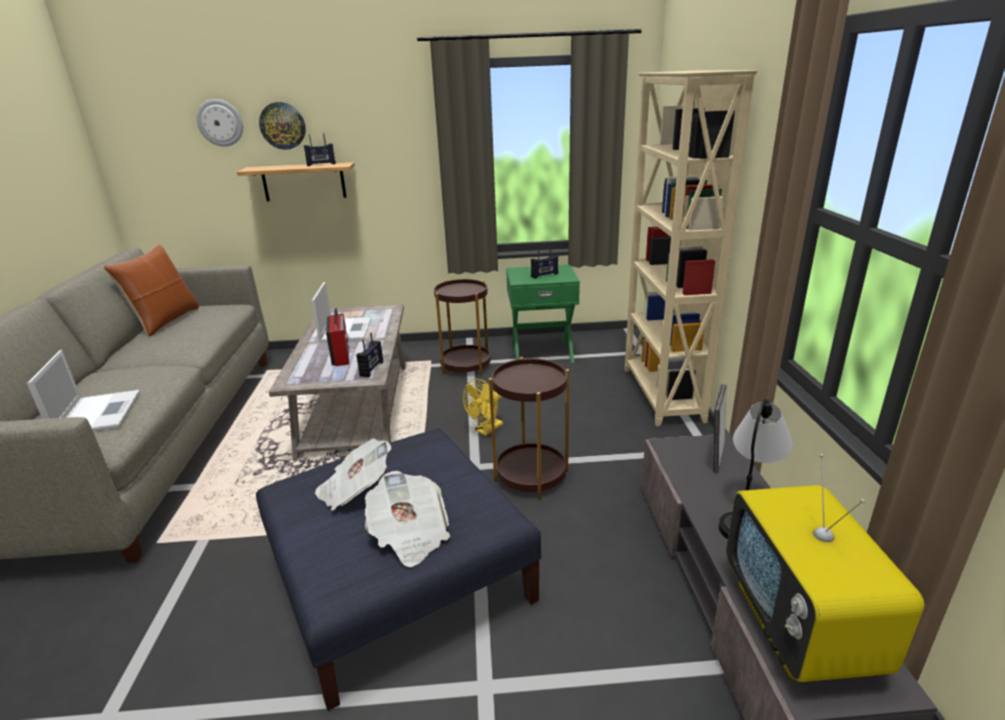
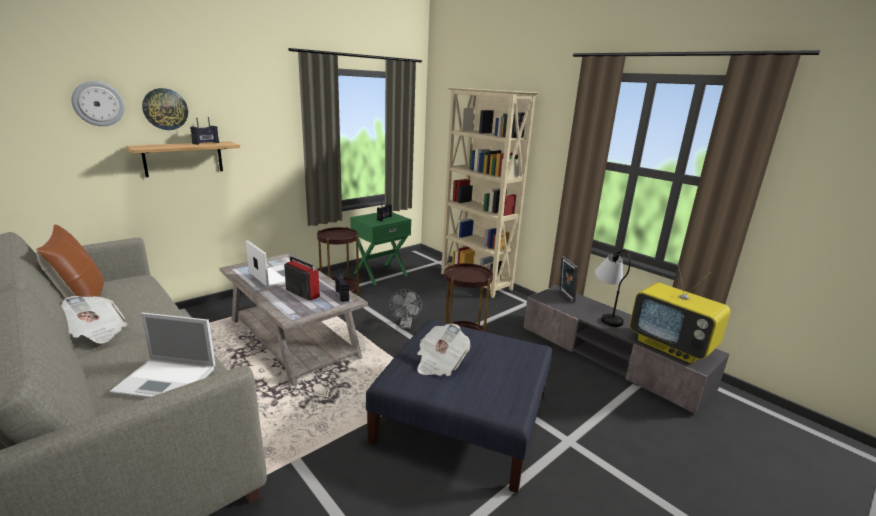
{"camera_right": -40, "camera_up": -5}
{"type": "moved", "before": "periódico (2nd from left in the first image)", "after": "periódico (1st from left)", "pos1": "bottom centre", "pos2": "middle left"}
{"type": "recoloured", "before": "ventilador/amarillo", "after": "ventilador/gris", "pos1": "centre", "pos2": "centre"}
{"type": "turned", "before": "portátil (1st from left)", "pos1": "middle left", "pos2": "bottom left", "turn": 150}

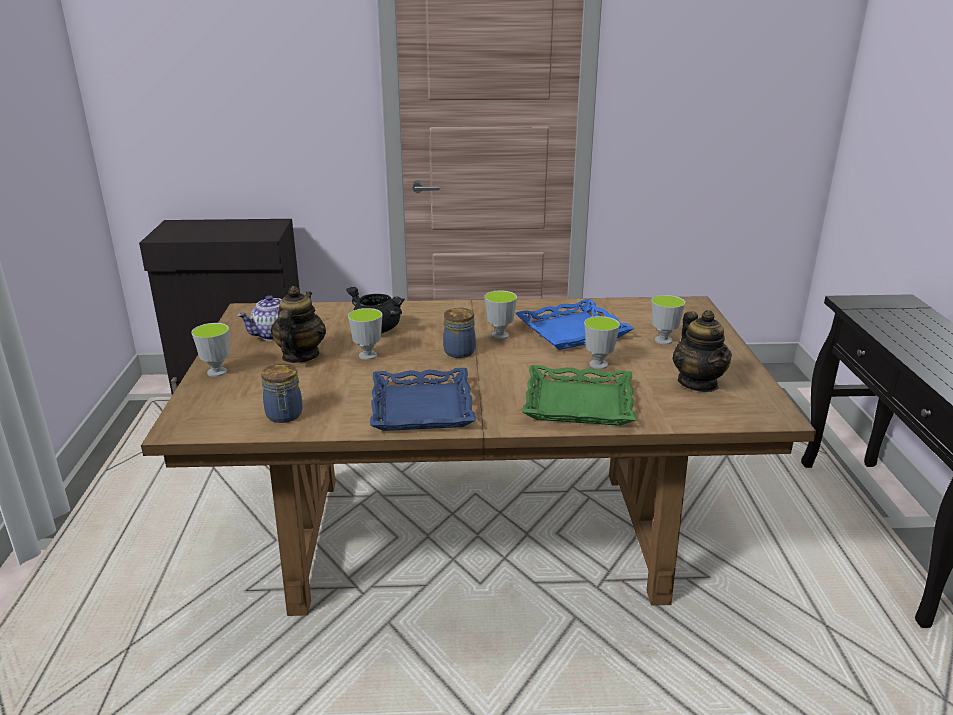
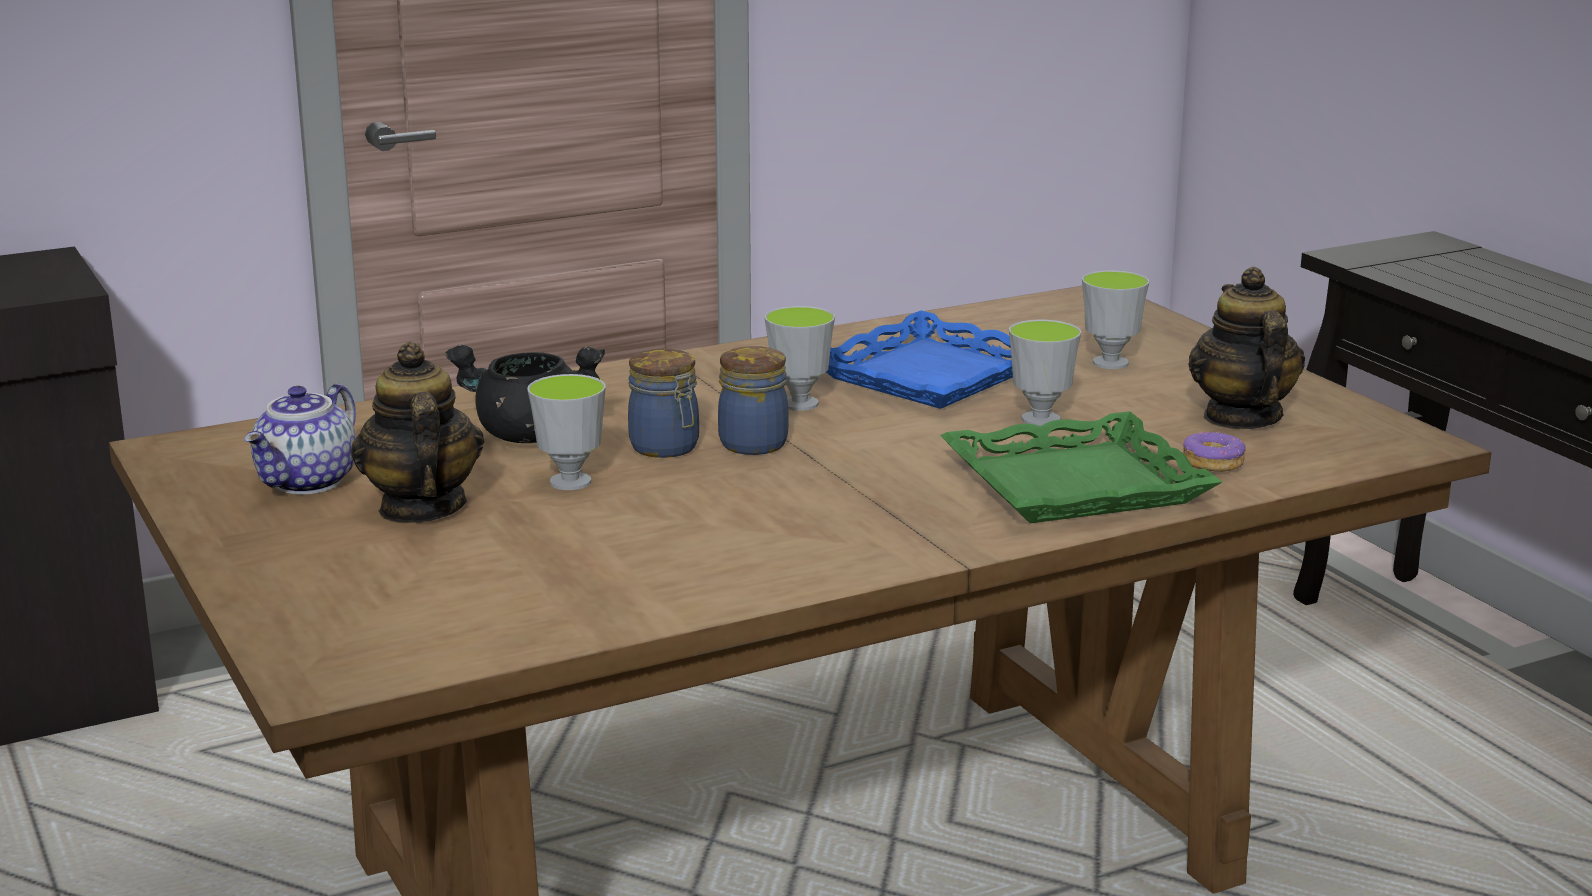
{"camera_right": -25, "camera_up": -5}
{"type": "removed", "before": "taza (1st from left)", "pos1": "middle left"}
{"type": "removed", "before": "bandeja/azul (1st from left)", "pos1": "centre"}
{"type": "added", "after": "rosquilla", "pos2": "middle right"}
{"type": "moved", "before": "tarro (1st from left)", "pos1": "middle left", "pos2": "centre"}
{"type": "turned", "before": "tetera (3rd from left)", "pos1": "middle right", "pos2": "middle right", "turn": -150}

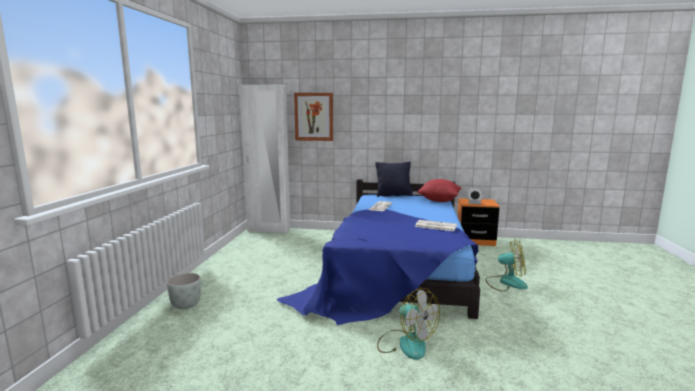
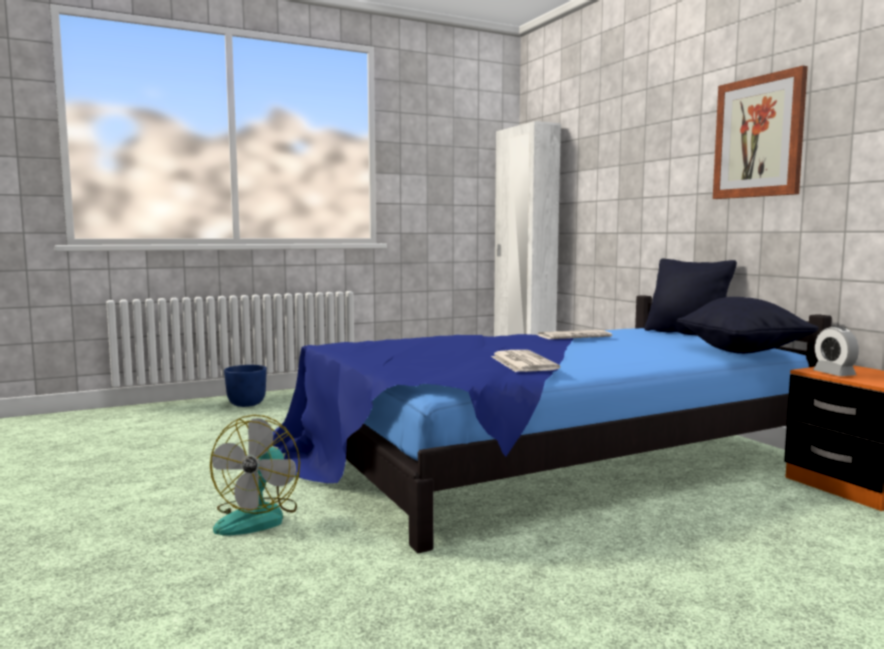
{"camera_right": 55, "camera_up": -5}
{"type": "removed", "before": "ventilador (2nd from left)", "pos1": "bottom right"}
{"type": "moved", "before": "cuadro", "pos1": "top centre", "pos2": "top right"}
{"type": "recoloured", "before": "maceta/gris", "after": "maceta/azul", "pos1": "bottom left", "pos2": "middle left"}
{"type": "recoloured", "before": "cojín/rojo", "after": "cojín/negro (2nd from left)", "pos1": "centre", "pos2": "middle right"}

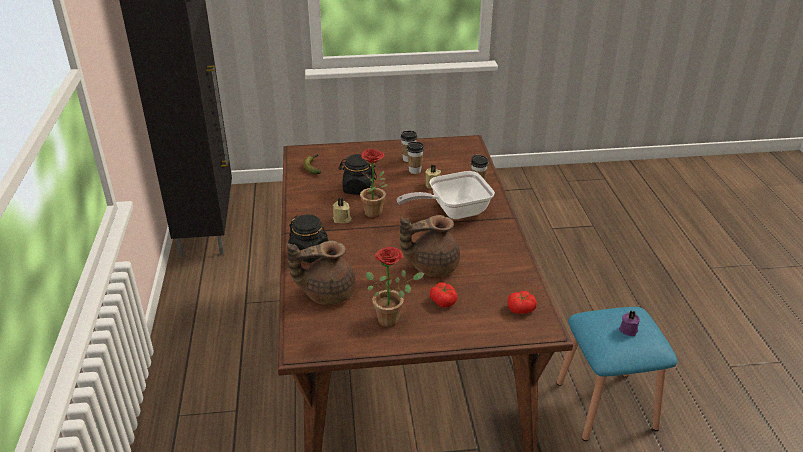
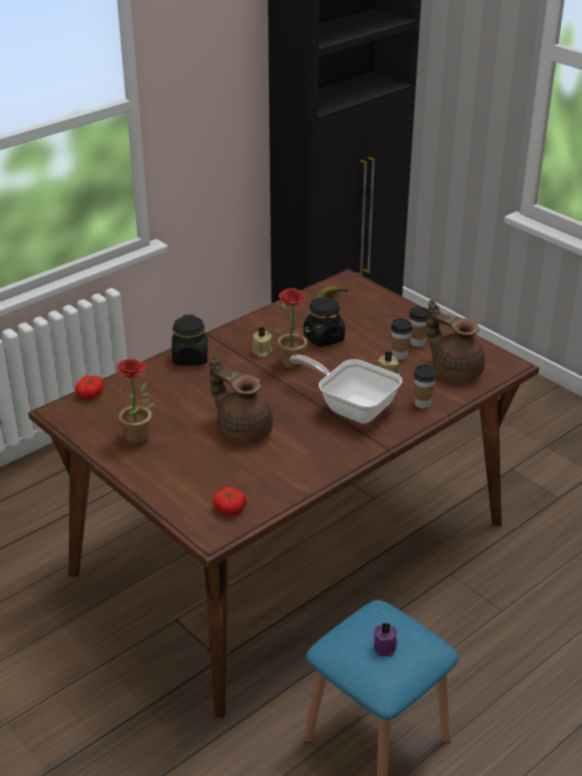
{"camera_right": 55, "camera_up": 0}
{"type": "moved", "before": "tetera/marrón (1st from left in the first image)", "after": "tetera/marrón (2nd from left)", "pos1": "centre", "pos2": "middle right"}
{"type": "moved", "before": "tomate (1st from left)", "pos1": "centre", "pos2": "middle left"}

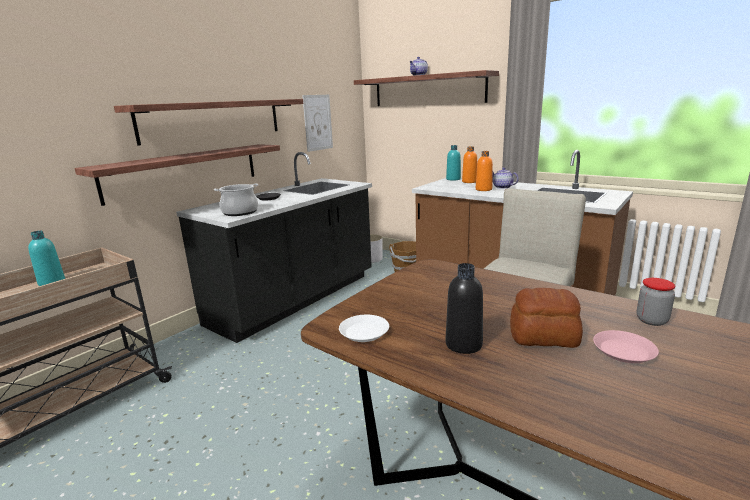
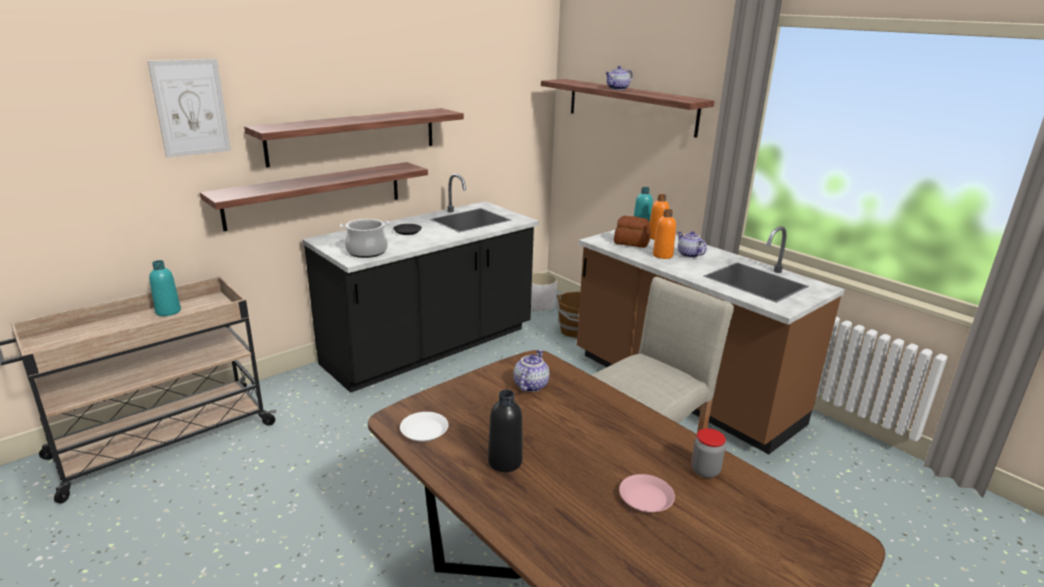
{"camera_right": 10, "camera_up": 5}
{"type": "added", "after": "tetera (1st from left)", "pos2": "centre"}
{"type": "moved", "before": "cuadro", "pos1": "top centre", "pos2": "top left"}
{"type": "moved", "before": "pan", "pos1": "middle right", "pos2": "centre"}

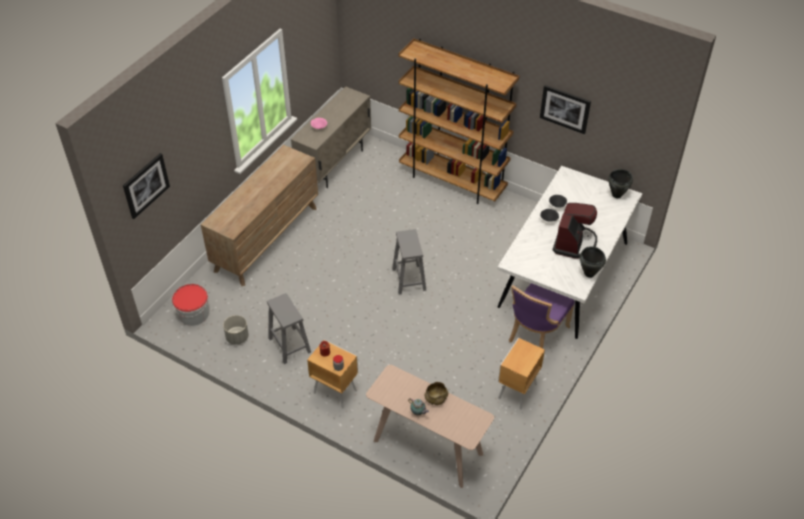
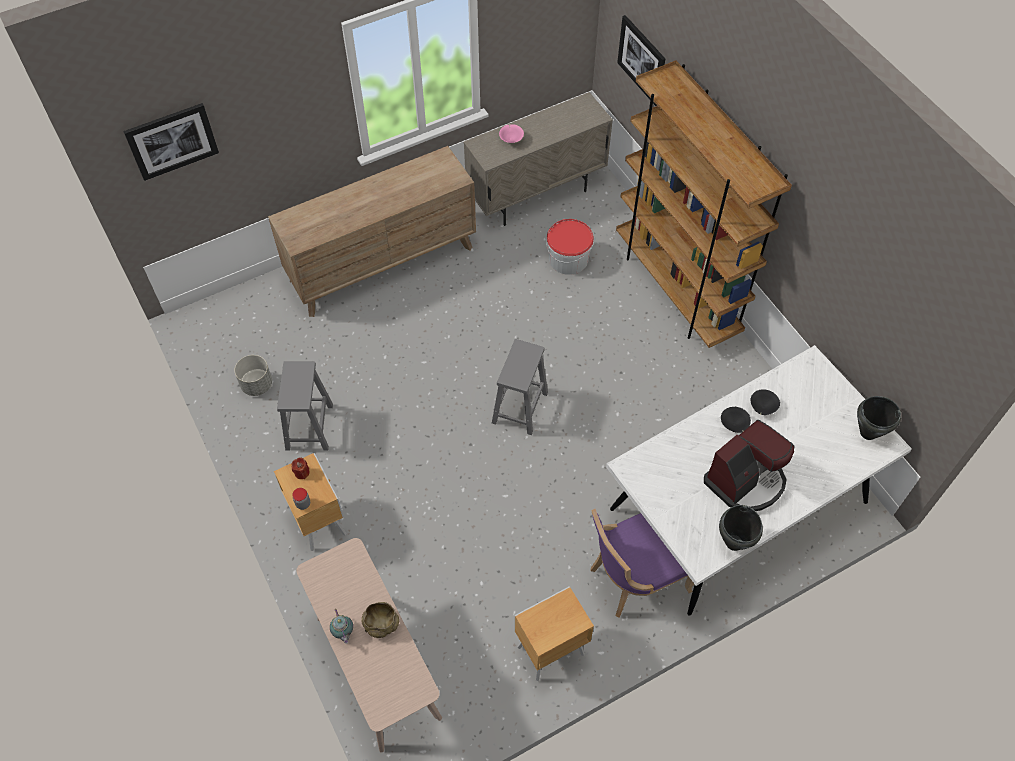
{"camera_right": 30, "camera_up": 10}
{"type": "moved", "before": "cubo", "pos1": "middle left", "pos2": "top centre"}
{"type": "moved", "before": "cuadro (2nd from left)", "pos1": "top right", "pos2": "top centre"}

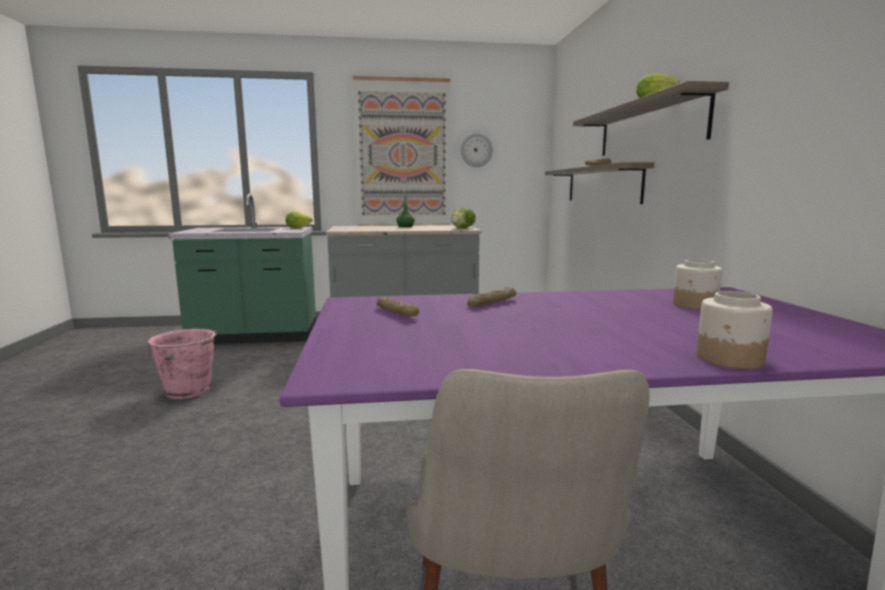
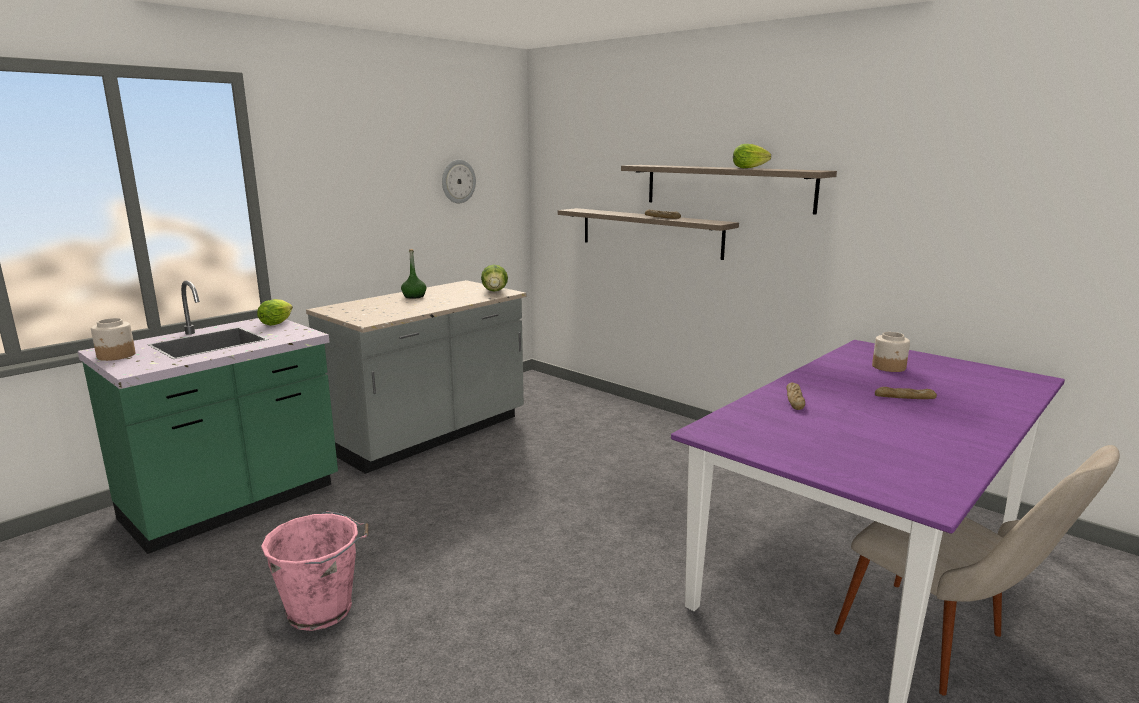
{"camera_right": -40, "camera_up": 5}
{"type": "removed", "before": "cuadro", "pos1": "top centre"}
{"type": "moved", "before": "pan (1st from left in the first image)", "after": "pan (3rd from left)", "pos1": "centre", "pos2": "middle right"}
{"type": "moved", "before": "tarro (2nd from left in the first image)", "after": "tarro (1st from left)", "pos1": "middle right", "pos2": "middle left"}

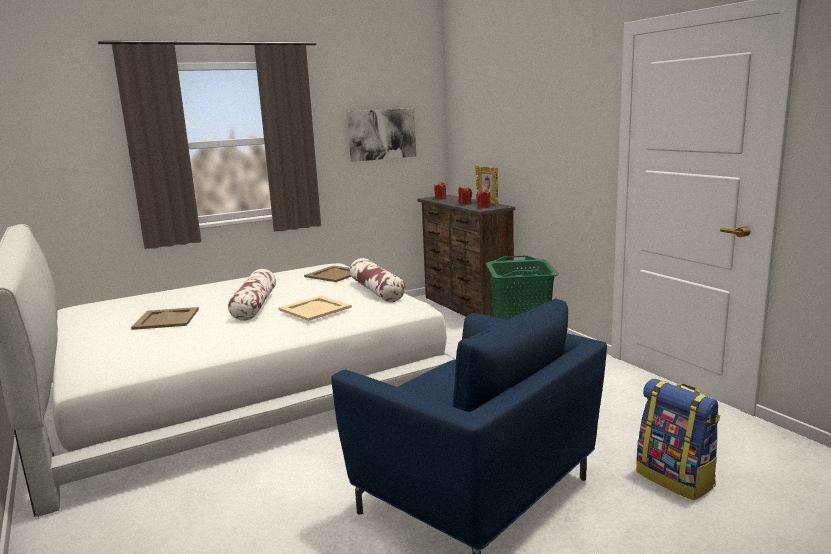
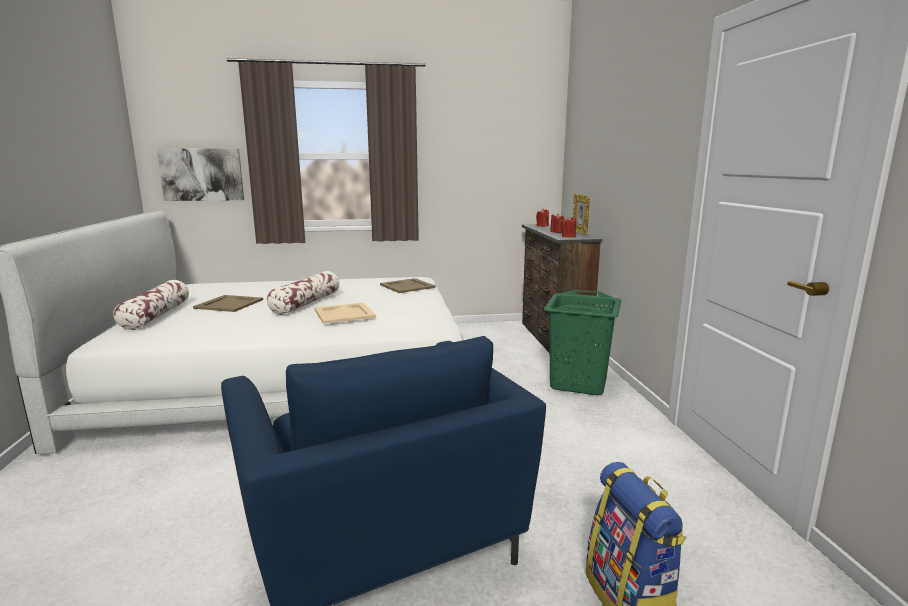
{"camera_right": 20, "camera_up": 0}
{"type": "moved", "before": "cuadro", "pos1": "top centre", "pos2": "top left"}
{"type": "moved", "before": "cojín (2nd from left in the first image)", "after": "cojín (1st from left)", "pos1": "centre", "pos2": "middle left"}

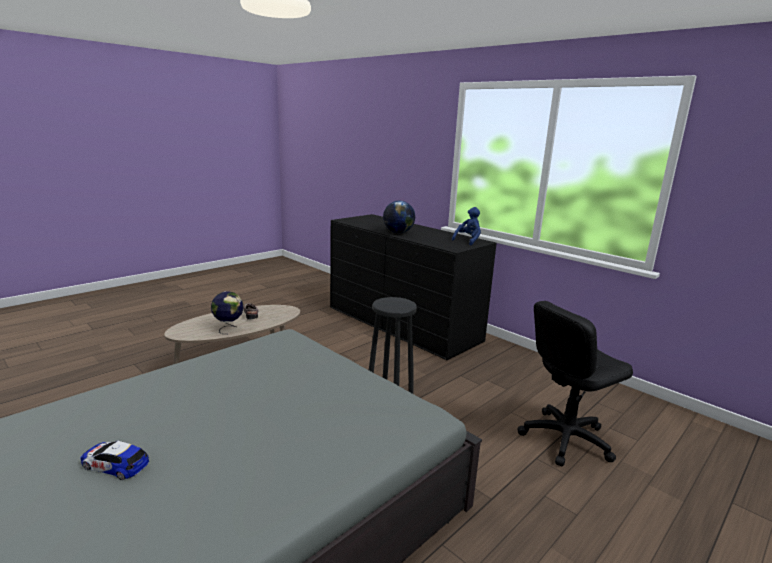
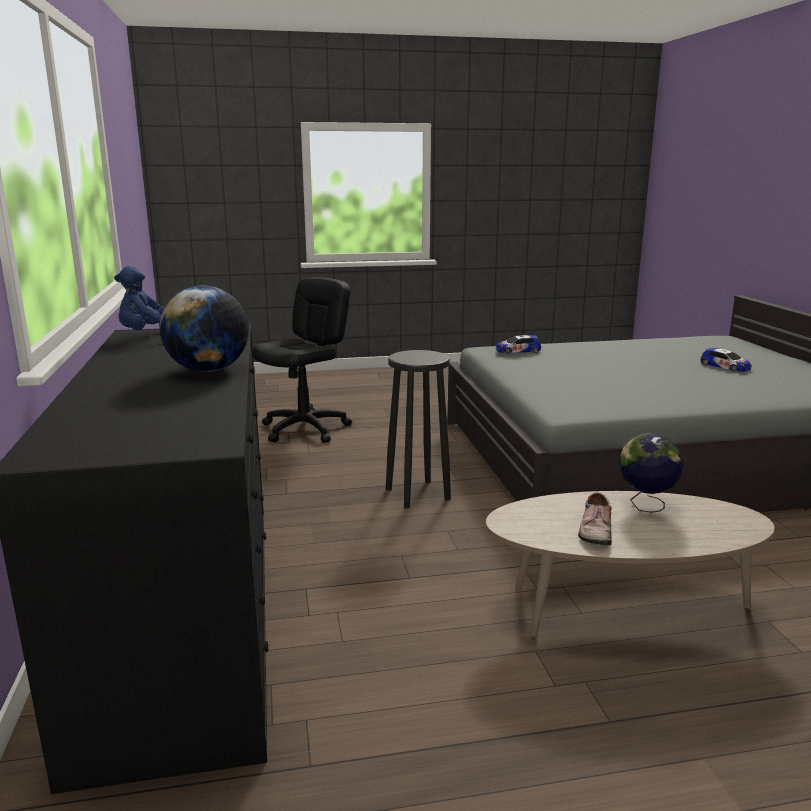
{"camera_right": -145, "camera_up": 0}
{"type": "added", "after": "coche de juguete (1st from left)", "pos2": "centre"}
{"type": "turned", "before": "silla de oficina/negro", "pos1": "bottom right", "pos2": "centre", "turn": -60}

